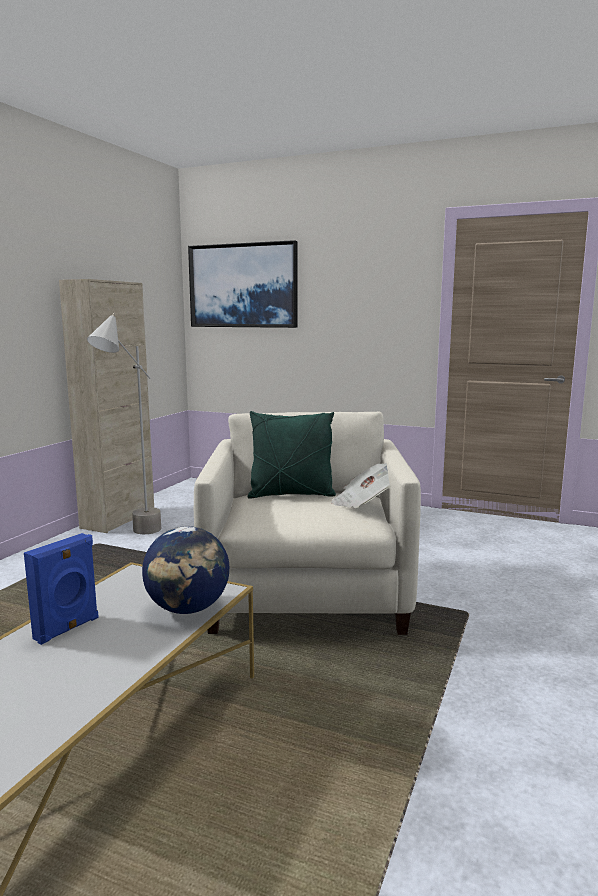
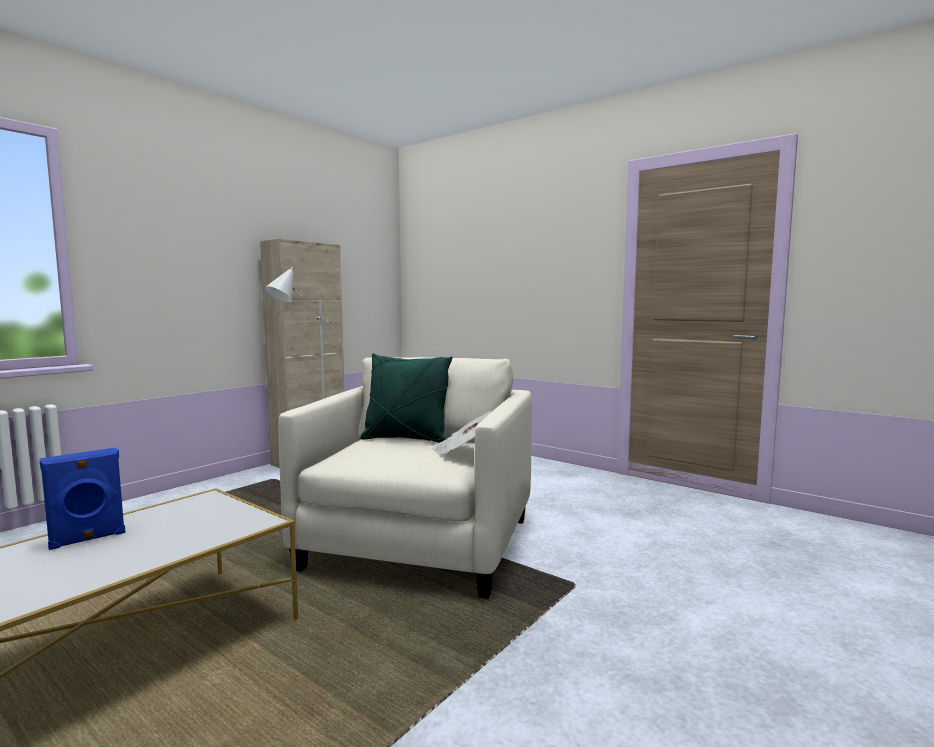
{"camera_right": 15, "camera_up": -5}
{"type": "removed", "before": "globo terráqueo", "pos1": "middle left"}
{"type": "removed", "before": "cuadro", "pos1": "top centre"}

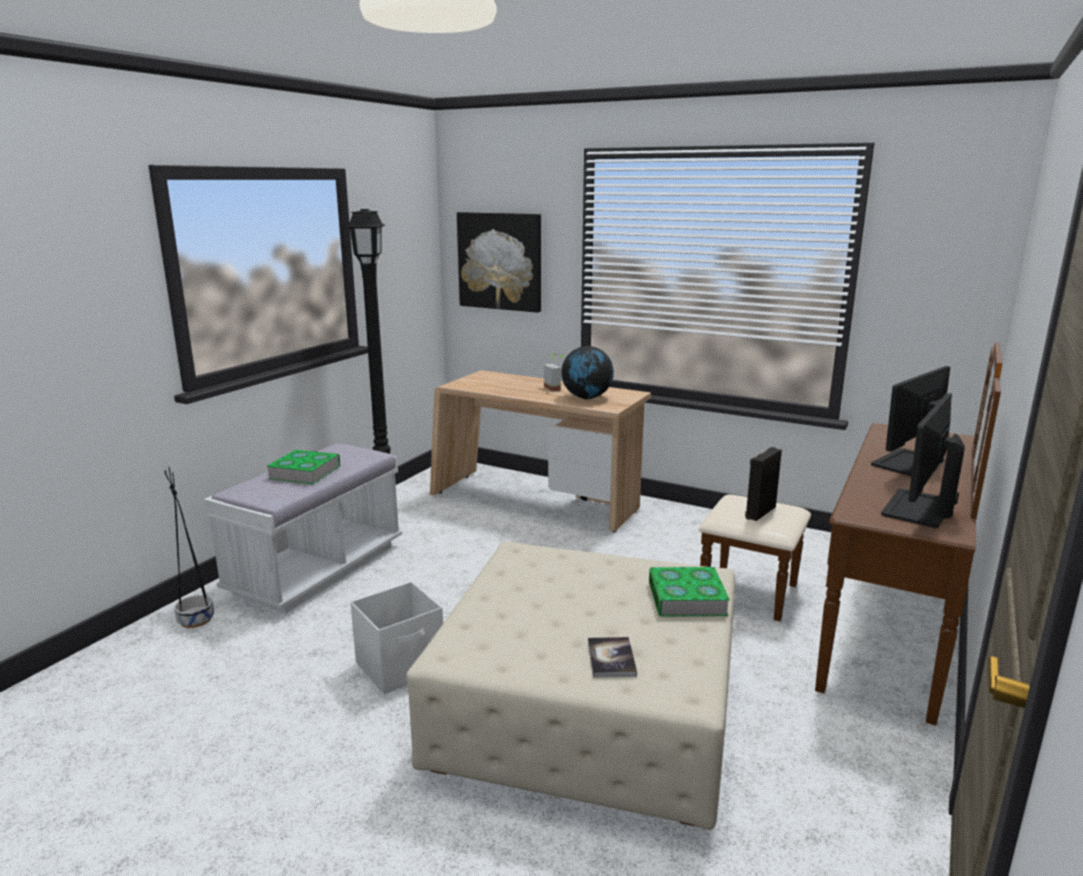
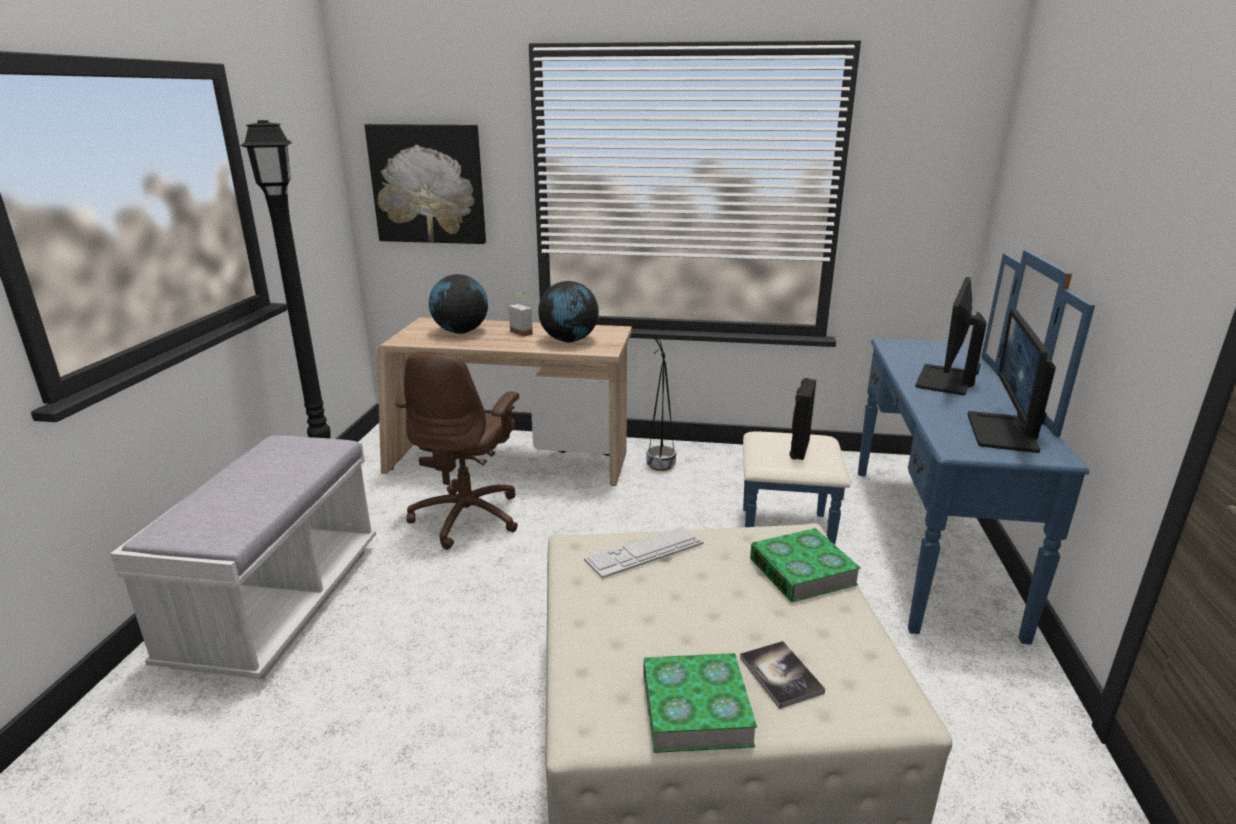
{"camera_right": -20, "camera_up": 5}
{"type": "removed", "before": "caja de almacenaje/blanco", "pos1": "bottom centre"}
{"type": "added", "after": "silla de oficina/marrón", "pos2": "centre"}
{"type": "added", "after": "globo terráqueo (1st from left)", "pos2": "centre"}
{"type": "added", "after": "teclado", "pos2": "bottom centre"}
{"type": "moved", "before": "maceta/negro", "pos1": "middle left", "pos2": "centre"}
{"type": "moved", "before": "libro (1st from left)", "pos1": "middle left", "pos2": "bottom centre"}
{"type": "recoloured", "before": "cómoda/marrón", "after": "cómoda/azul", "pos1": "middle right", "pos2": "middle right"}

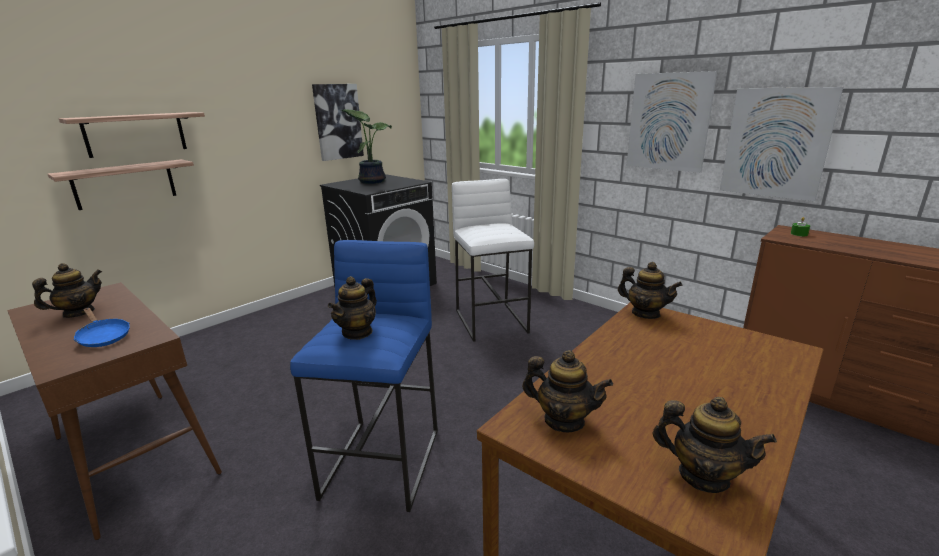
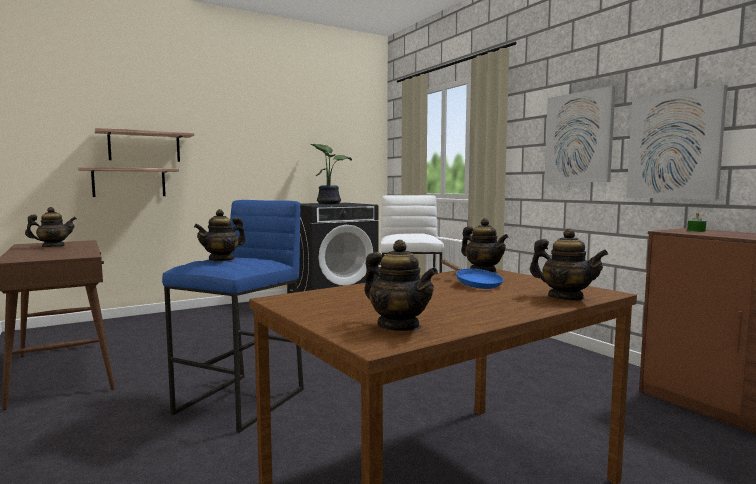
{"camera_right": 15, "camera_up": -15}
{"type": "removed", "before": "cuadro (1st from left)", "pos1": "top centre"}
{"type": "moved", "before": "sartén/azul", "pos1": "middle left", "pos2": "centre"}
{"type": "moved", "before": "tetera (3rd from left in the first image)", "after": "tetera (5th from left)", "pos1": "bottom centre", "pos2": "middle right"}

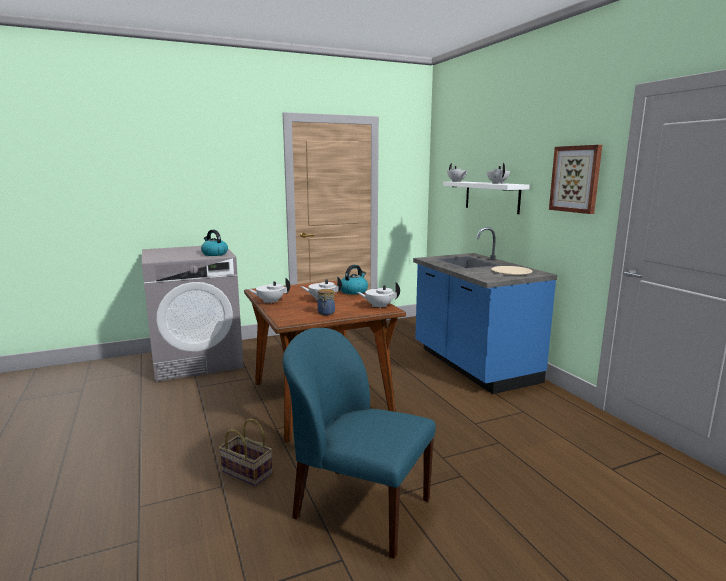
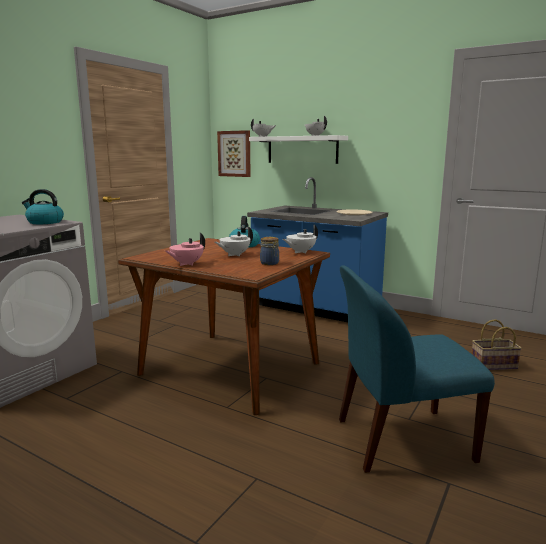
{"camera_right": -35, "camera_up": 0}
{"type": "moved", "before": "cesta", "pos1": "bottom centre", "pos2": "middle right"}
{"type": "moved", "before": "cuadro", "pos1": "top right", "pos2": "top centre"}
{"type": "recoloured", "before": "tetera/blanco (1st from left)", "after": "tetera/rosa", "pos1": "centre", "pos2": "centre"}

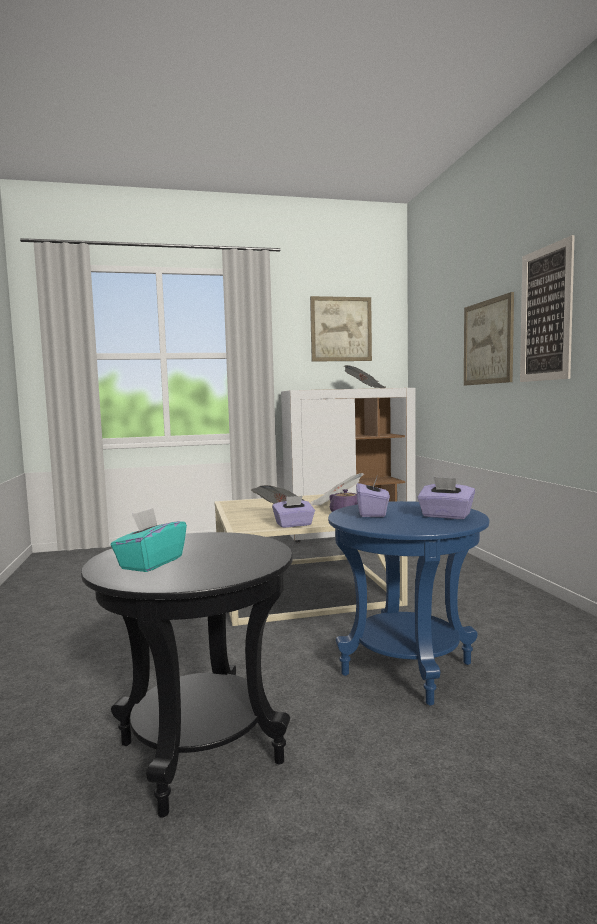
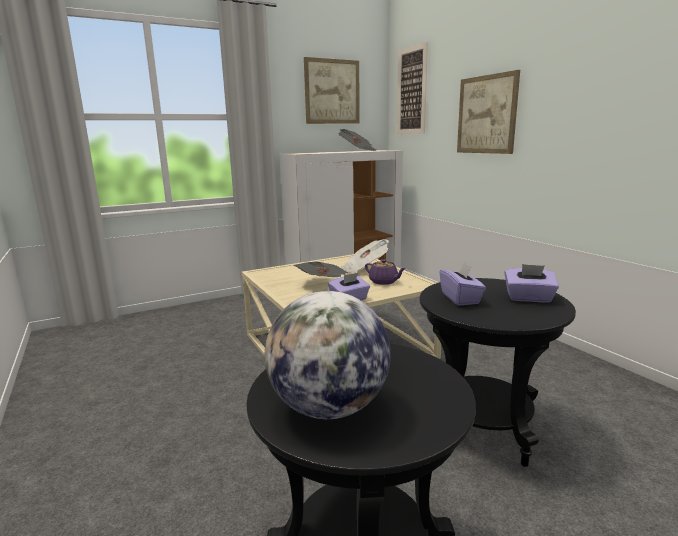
{"camera_right": -15, "camera_up": 10}
{"type": "moved", "before": "cuadro (3rd from left in the first image)", "after": "cuadro (2nd from left)", "pos1": "middle right", "pos2": "top centre"}
{"type": "replaced", "before": "caja de pañuelos/turquesa", "after": "globo terráqueo", "pos1": "middle left", "pos2": "centre"}
{"type": "recoloured", "before": "mesa auxiliar/azul", "after": "mesa auxiliar/negro (2nd from left)", "pos1": "middle right", "pos2": "bottom right"}

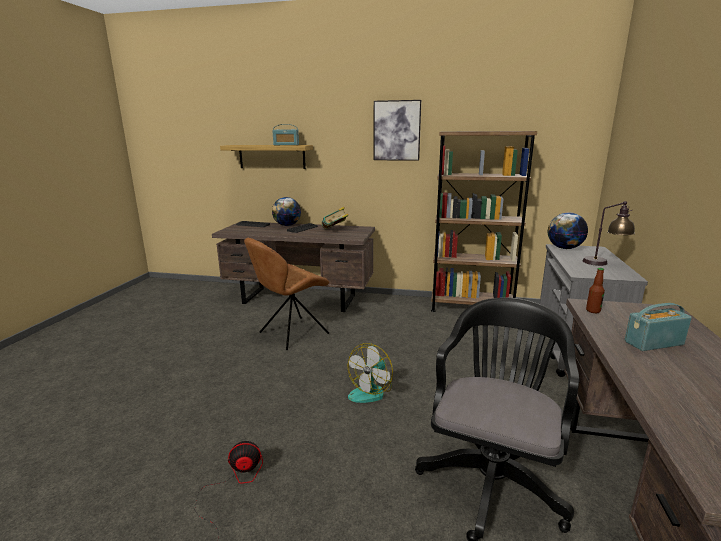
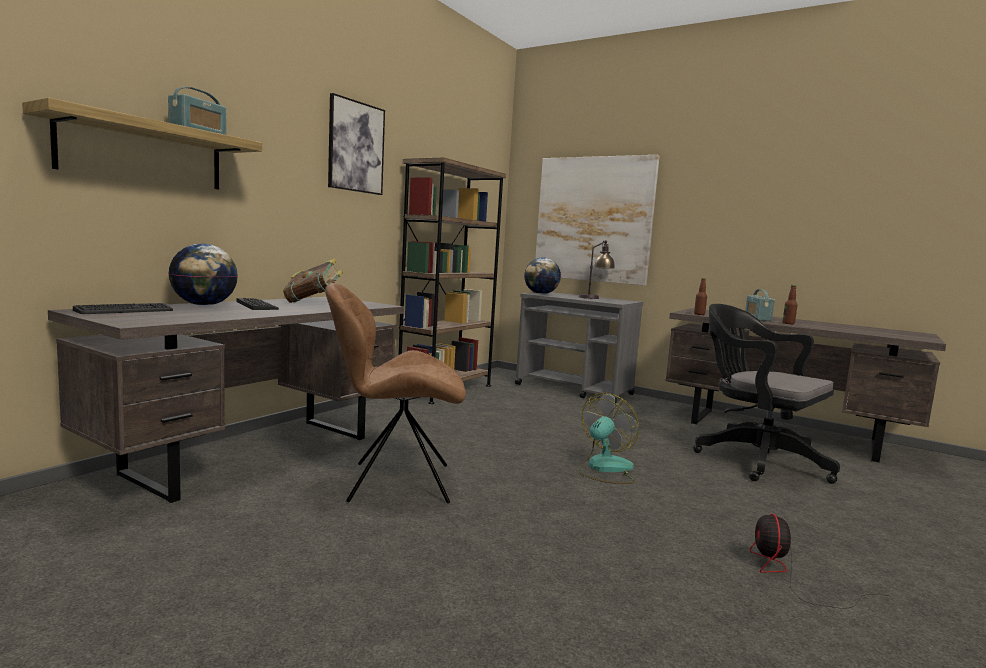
{"camera_right": -70, "camera_up": -10}
{"type": "added", "after": "cuadro (2nd from left)", "pos2": "top centre"}
{"type": "added", "after": "botella (2nd from left)", "pos2": "middle right"}
{"type": "turned", "before": "silla/marrón", "pos1": "centre", "pos2": "centre", "turn": 105}
{"type": "turned", "before": "ventilador (2nd from left in the first image)", "pos1": "bottom centre", "pos2": "centre", "turn": -105}

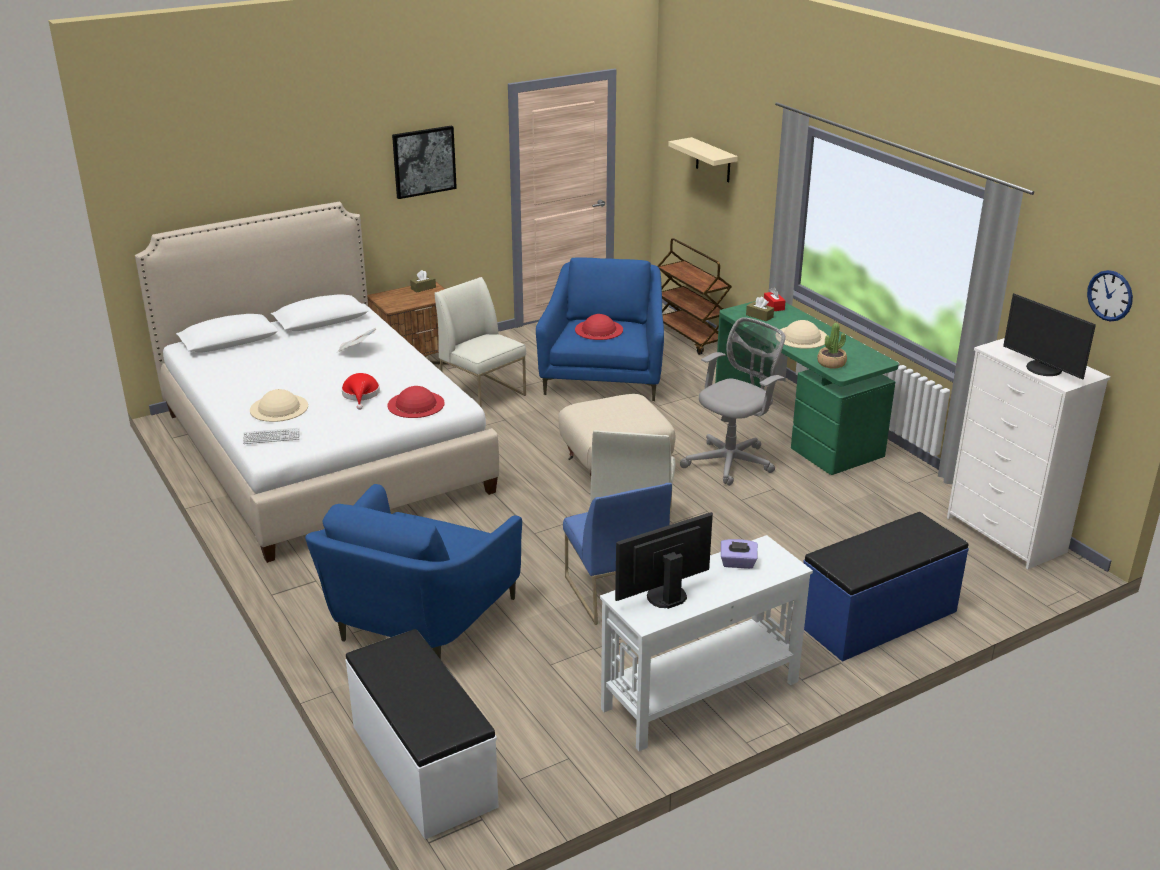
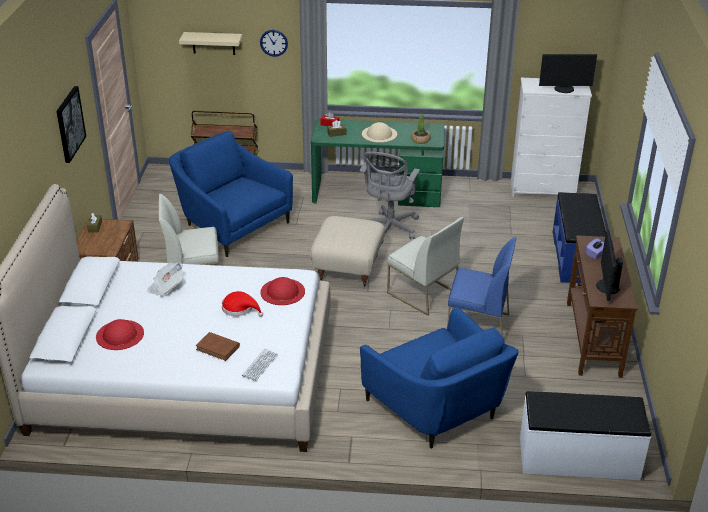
{"camera_right": -55, "camera_up": 5}
{"type": "moved", "before": "sombrero/rojo (3rd from left in the first image)", "after": "sombrero/rojo (1st from left)", "pos1": "centre", "pos2": "middle left"}
{"type": "moved", "before": "reloj de pared", "pos1": "middle right", "pos2": "top centre"}
{"type": "replaced", "before": "sombrero/beis (1st from left)", "after": "libro/marrón", "pos1": "middle left", "pos2": "bottom left"}
{"type": "recoloured", "before": "mesa consola/blanco", "after": "mesa consola/marrón", "pos1": "bottom centre", "pos2": "middle right"}
{"type": "turned", "before": "silla de oficina/gris", "pos1": "centre", "pos2": "centre", "turn": -150}

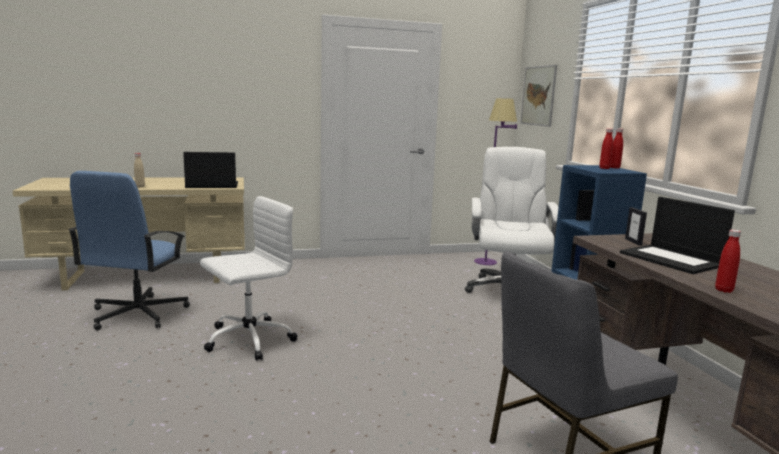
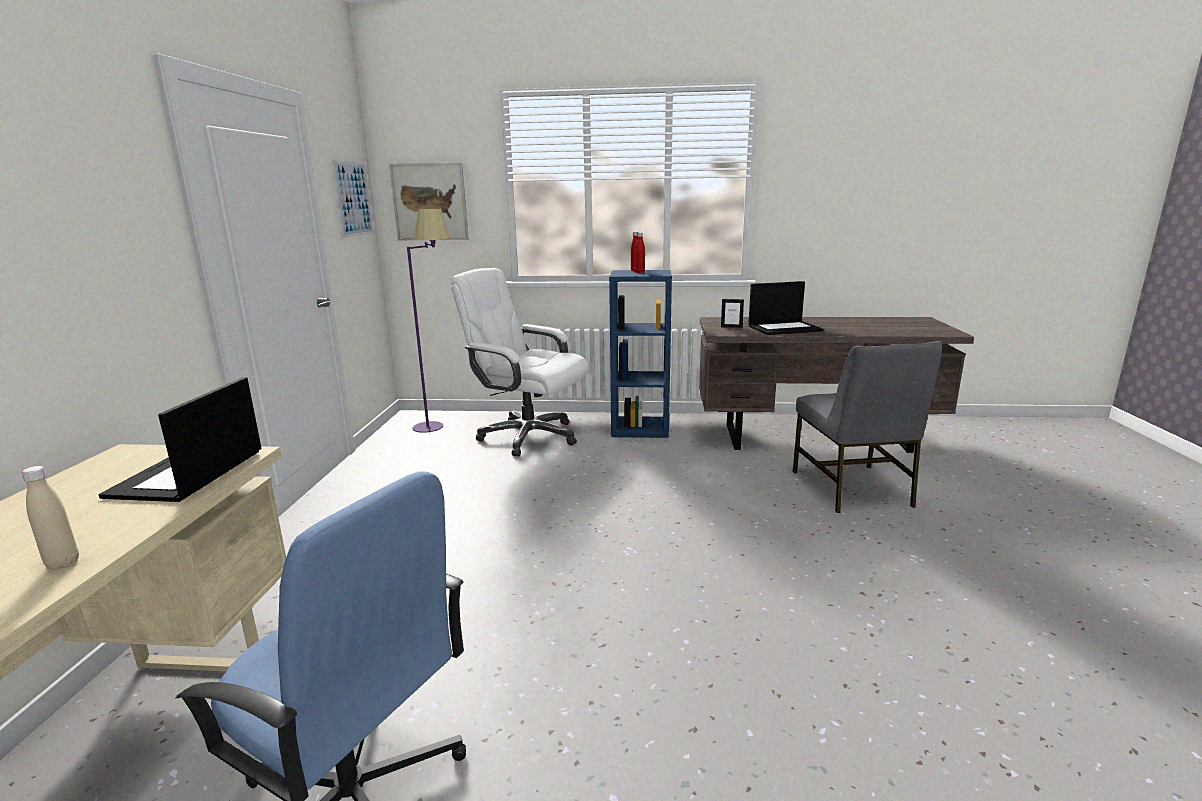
{"camera_right": -70, "camera_up": 5}
{"type": "removed", "before": "silla de oficina/blanco (1st from left)", "pos1": "middle left"}
{"type": "removed", "before": "botella/rojo (3rd from left)", "pos1": "middle right"}
{"type": "added", "after": "cuadro (1st from left)", "pos2": "top left"}

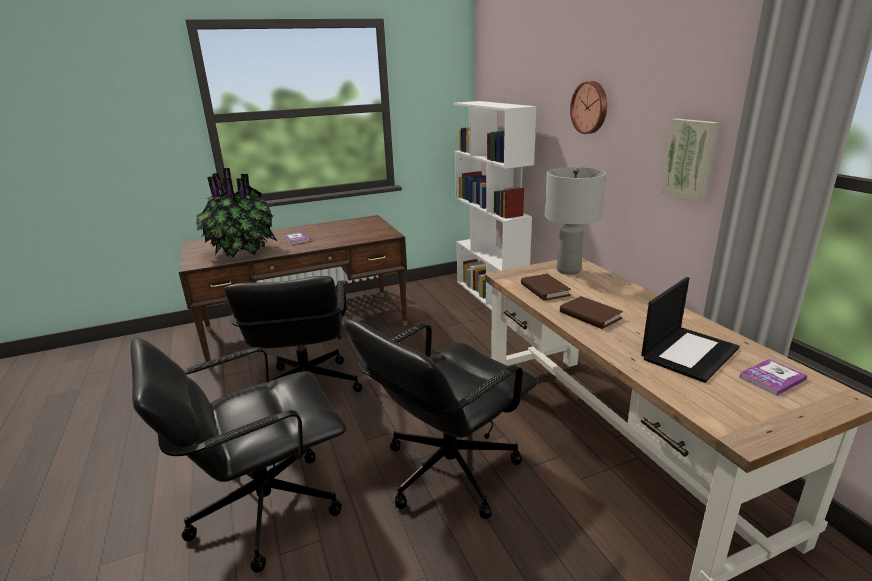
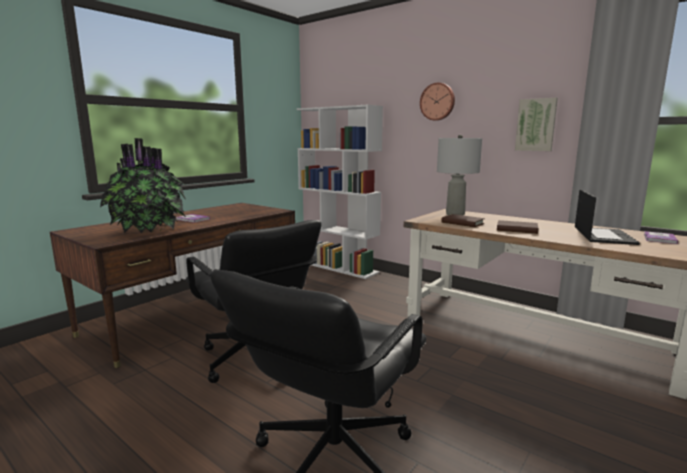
{"camera_right": -30, "camera_up": -10}
{"type": "removed", "before": "silla de oficina/negro (3rd from left)", "pos1": "bottom centre"}

